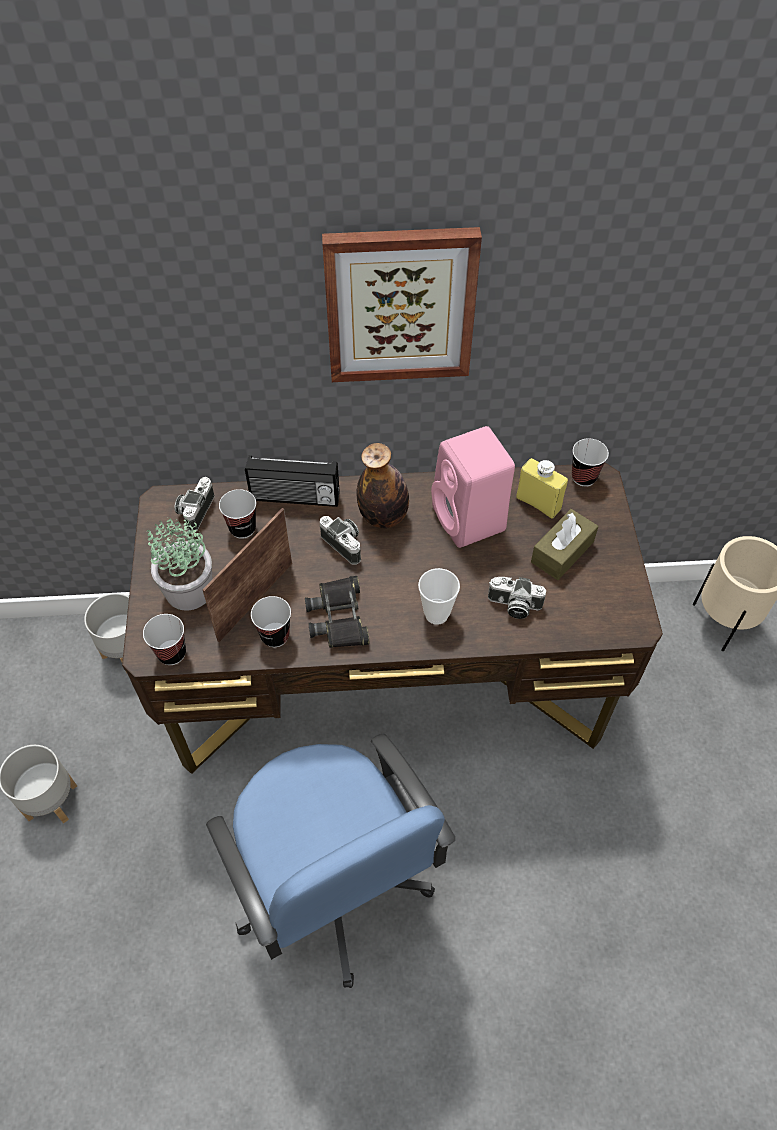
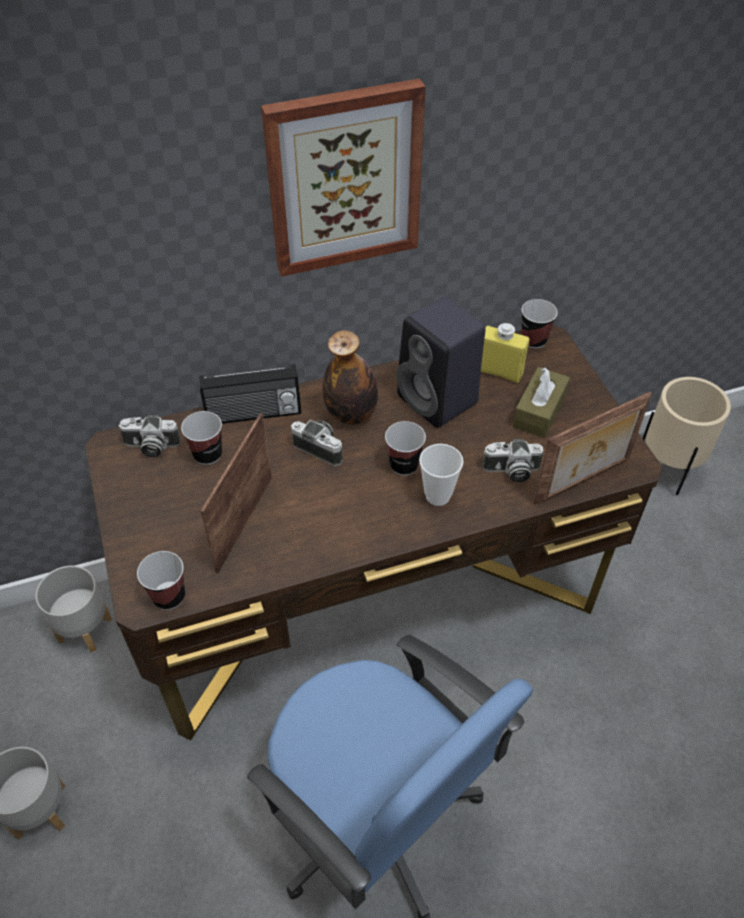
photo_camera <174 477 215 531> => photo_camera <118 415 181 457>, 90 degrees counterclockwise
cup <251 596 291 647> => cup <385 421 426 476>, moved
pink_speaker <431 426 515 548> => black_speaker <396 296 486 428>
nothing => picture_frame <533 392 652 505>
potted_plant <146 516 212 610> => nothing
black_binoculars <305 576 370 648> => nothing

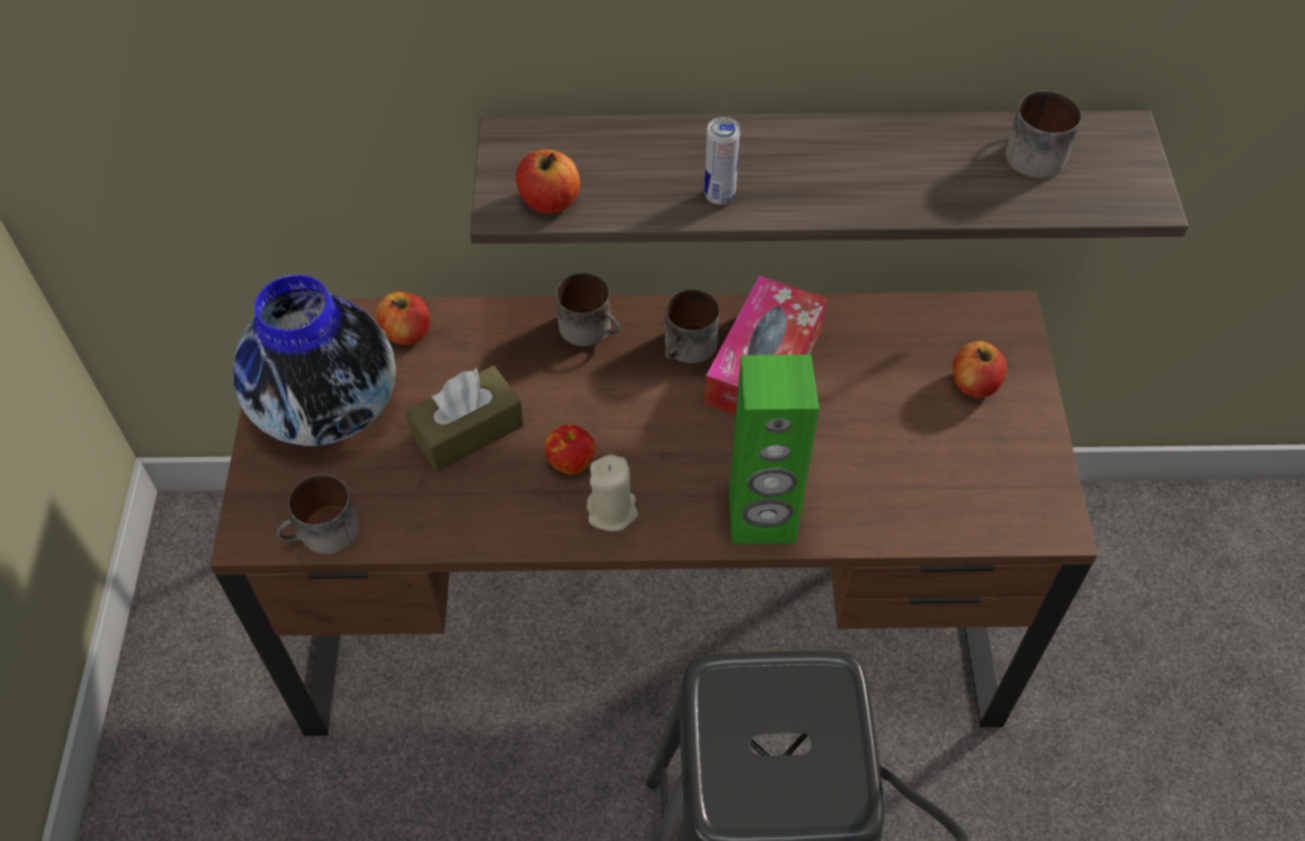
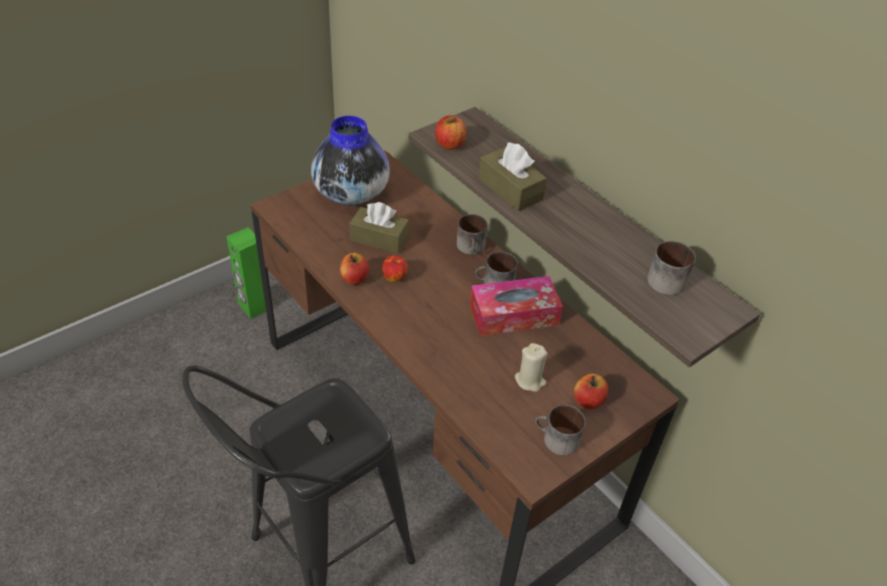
green_speaker <729 355 819 544> => green_speaker <226 227 266 319>, moved
apple <376 292 430 345> => apple <340 253 369 285>, moved
can <704 117 740 205> => brown_tissue_box <479 142 547 211>
beige_candle <587 455 638 531> => beige_candle <515 343 547 392>, moved
mug <277 474 359 554> => mug <535 405 585 455>, moved

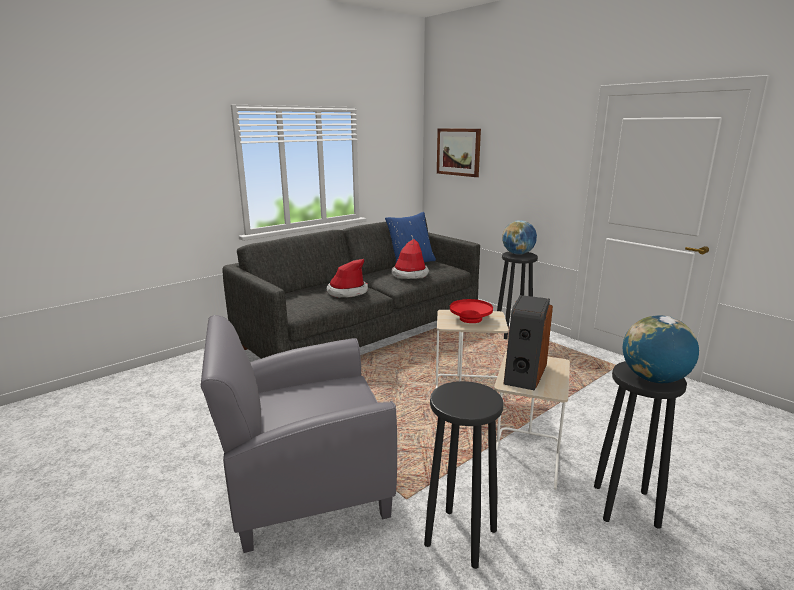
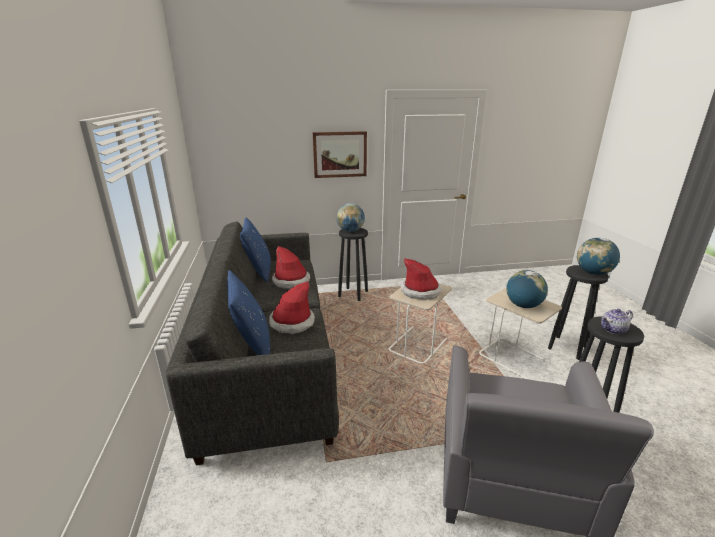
nothing => blue_pillow <227 270 270 355>
picture <437 128 481 177> => picture <313 131 367 178>, moved
red_bowl <450 299 493 323> => hat <401 258 442 300>
speaker <504 295 553 391> => globe <506 270 548 308>
nothing => teapot <601 309 633 334>

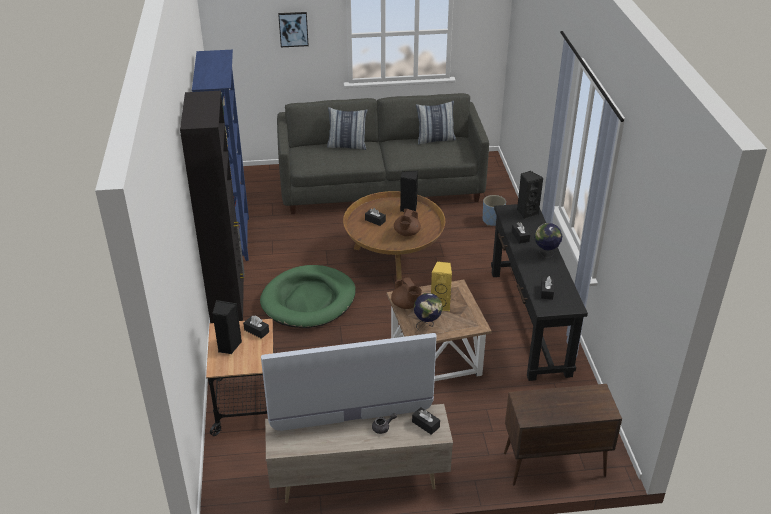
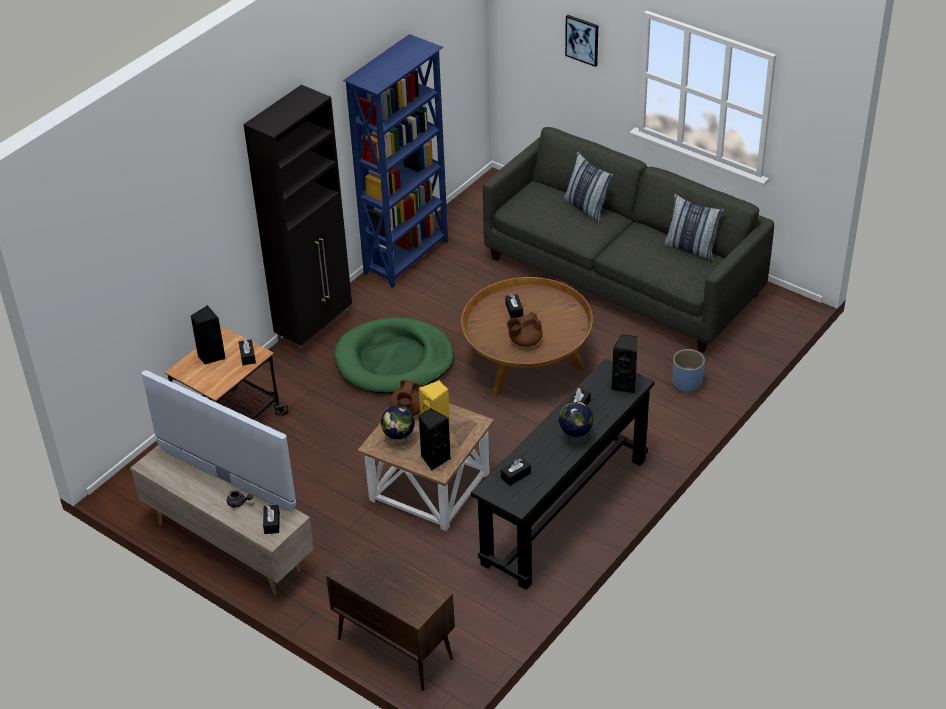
black_speaker <400 171 418 212> => black_speaker <418 408 451 470>, moved

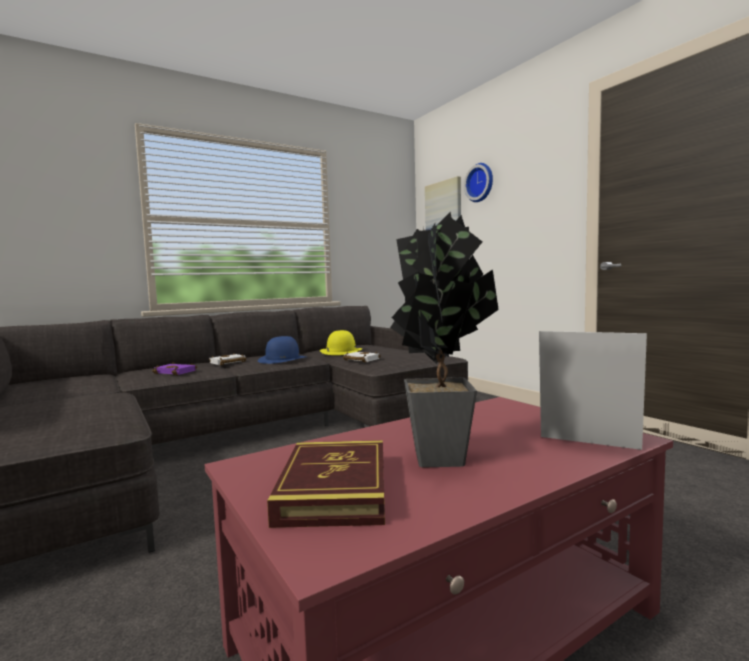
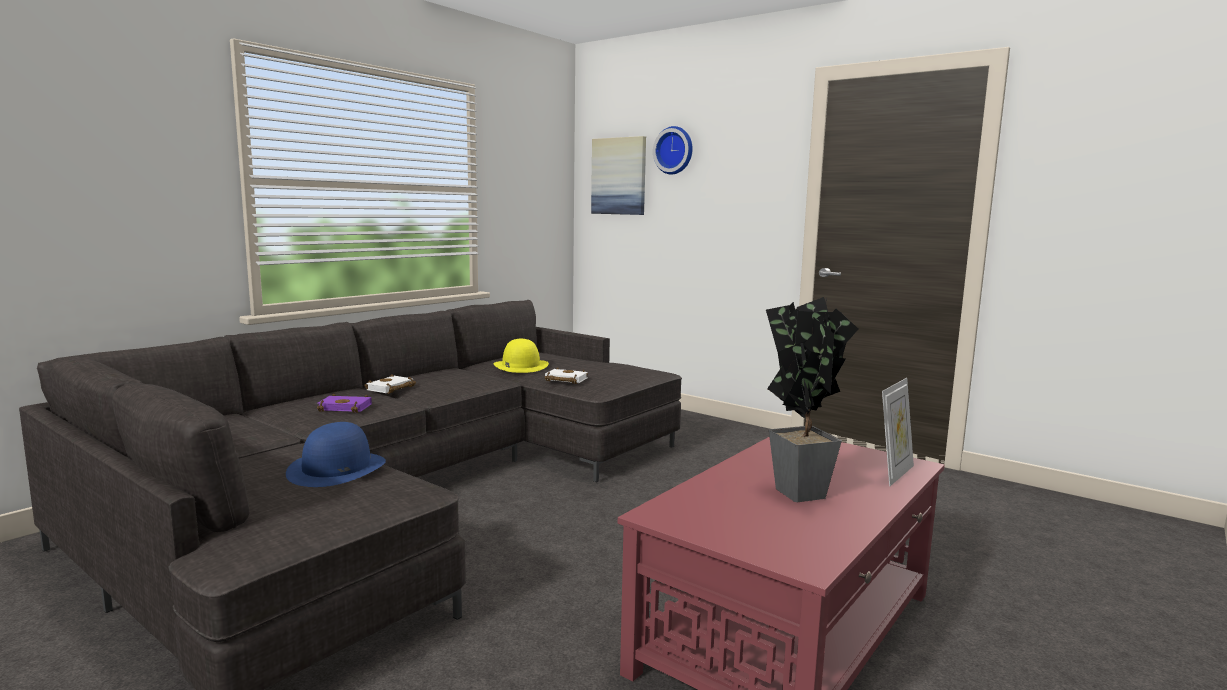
blue_hat <258 336 306 364> => blue_hat <286 422 386 487>, moved
picture_frame <539 331 647 450> => picture_frame <882 378 914 486>, 120 degrees clockwise
book <267 440 385 528> => nothing

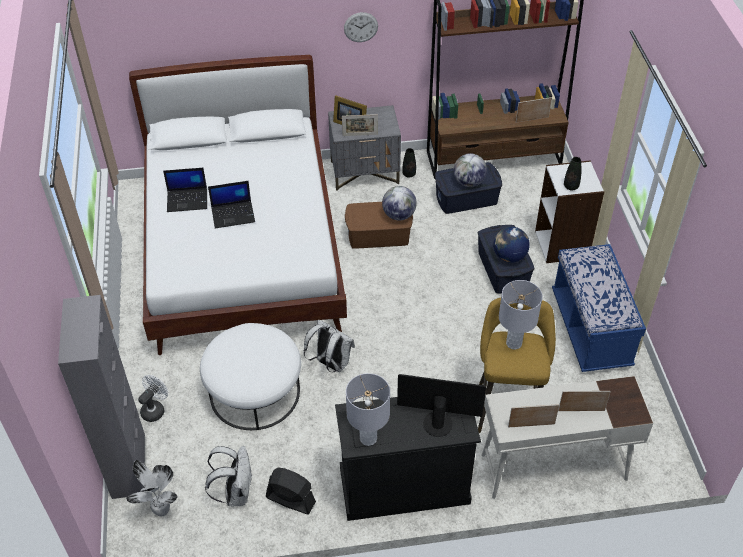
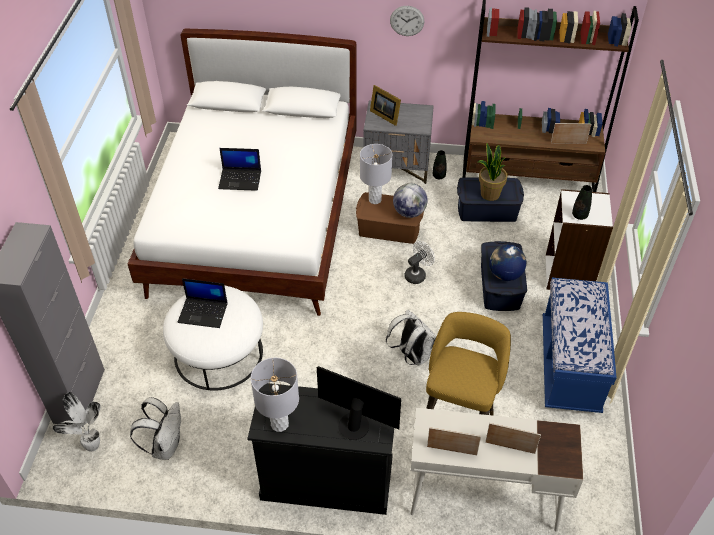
laptop <163 168 207 212> => laptop <178 278 228 328>, moved
grey_table_lamp <499 280 542 350> => grey_table_lamp <360 144 392 204>, moved
white_backpack <303 319 355 372> => white_backpack <386 309 437 366>, moved
white_fan <138 375 168 422> => white_fan <404 241 435 284>, moved
globe <453 153 487 187> => potted_plant <478 143 507 201>
black_fan <266 468 316 514> => nothing
picture_frame <342 114 378 136> => nothing

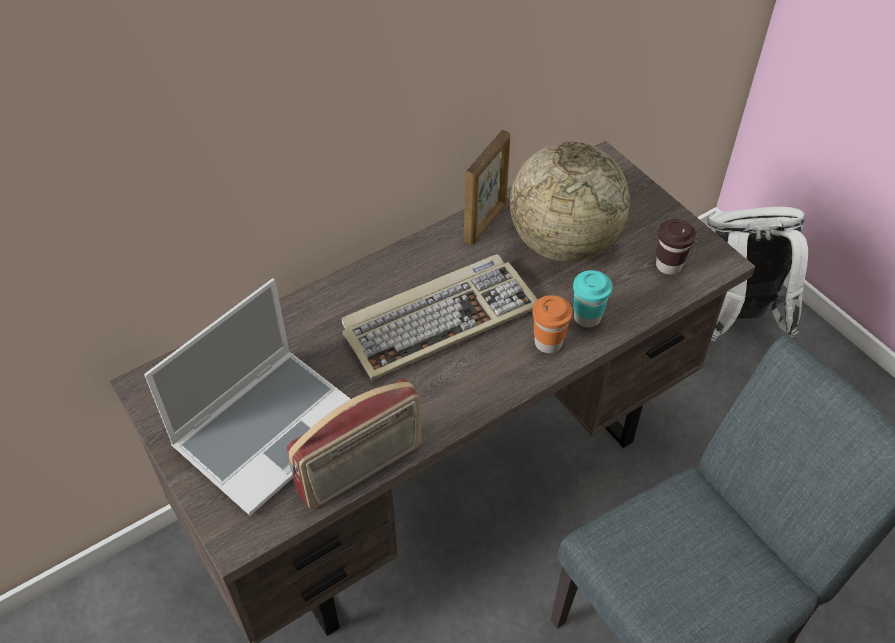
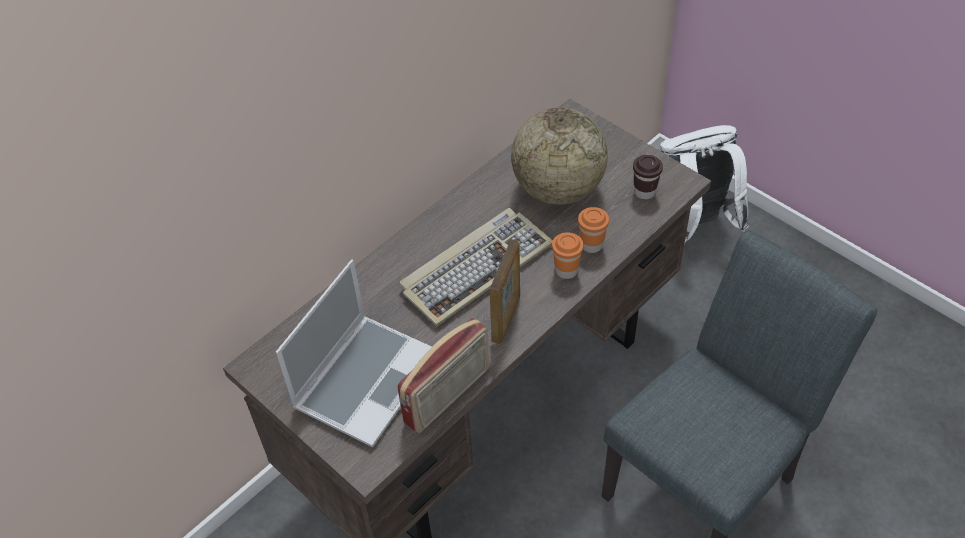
picture_frame <464 130 510 245> => picture_frame <490 239 520 344>, moved
turquoise_cup <573 270 613 327> => orange_cup <578 207 609 253>

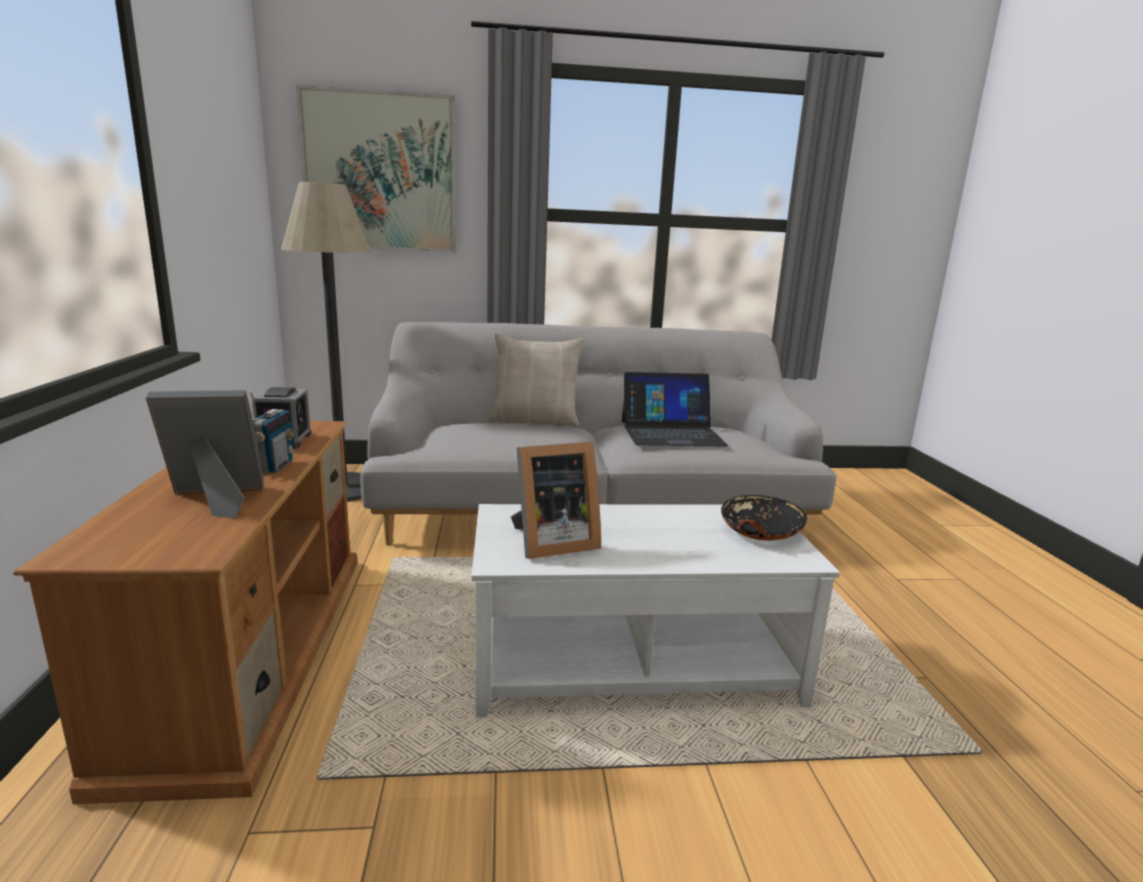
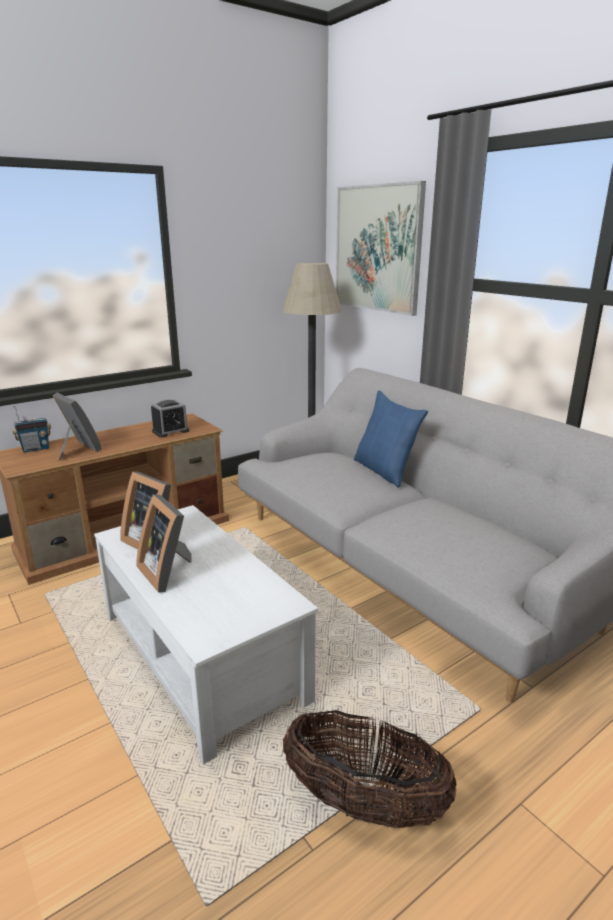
radio <249 391 294 473> => radio <12 406 51 452>, moved
nothing => picture_frame <137 494 192 593>
nothing => basket <283 710 456 828>
beige_pillow <489 333 584 427> => blue_pillow <354 391 428 488>
laptop <622 372 728 446> => nothing
black_bowl <721 495 807 541> => nothing

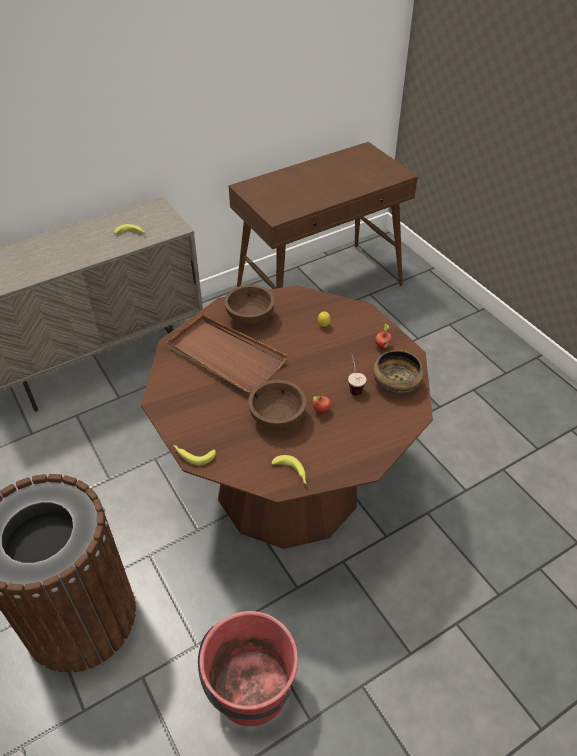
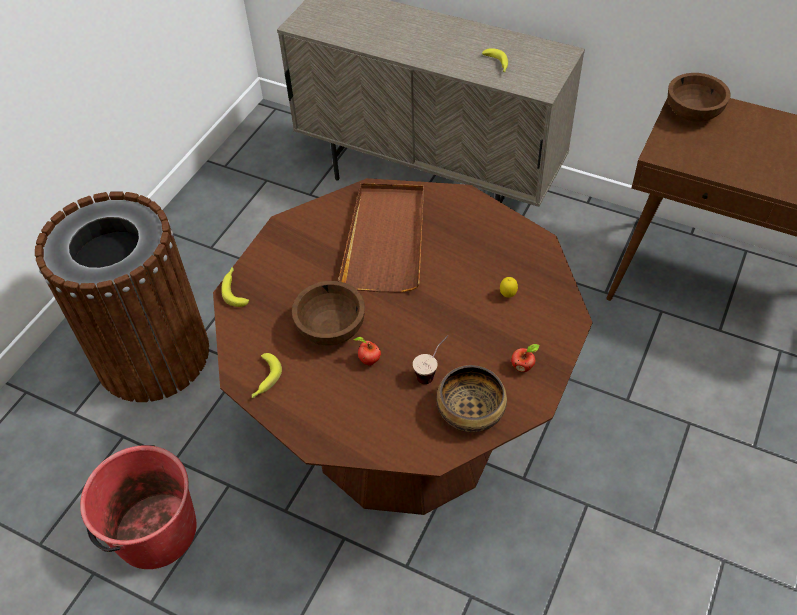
brown_bowl <224 285 275 326> => brown_bowl <668 73 731 122>, moved

